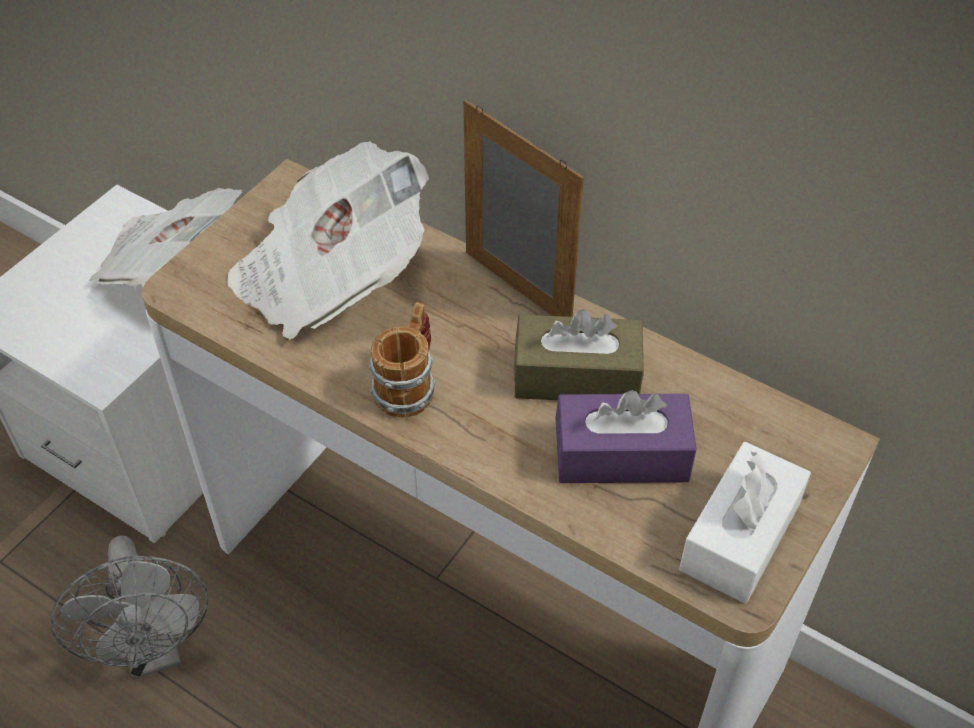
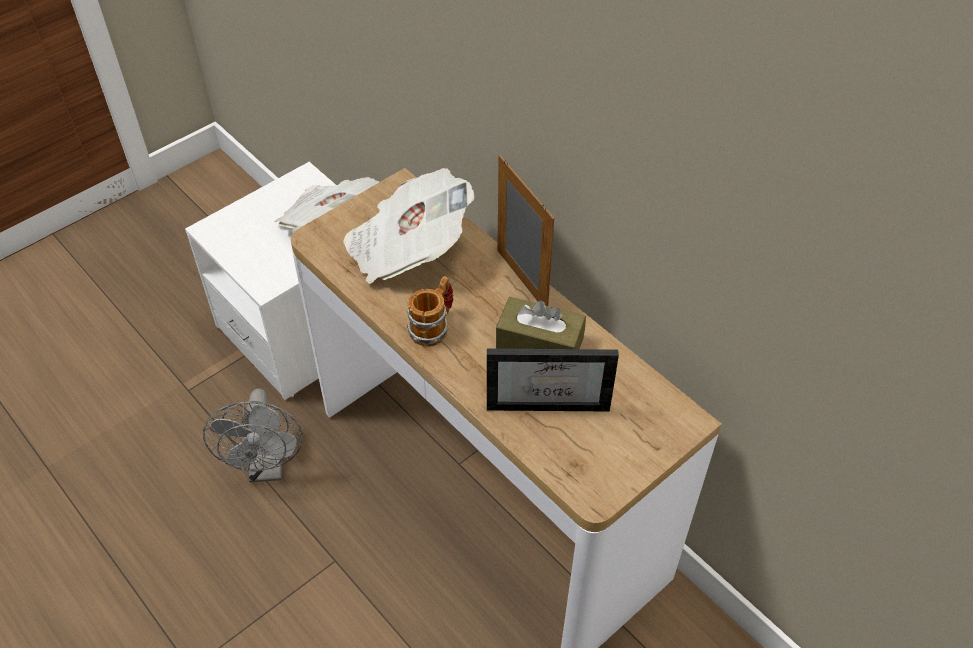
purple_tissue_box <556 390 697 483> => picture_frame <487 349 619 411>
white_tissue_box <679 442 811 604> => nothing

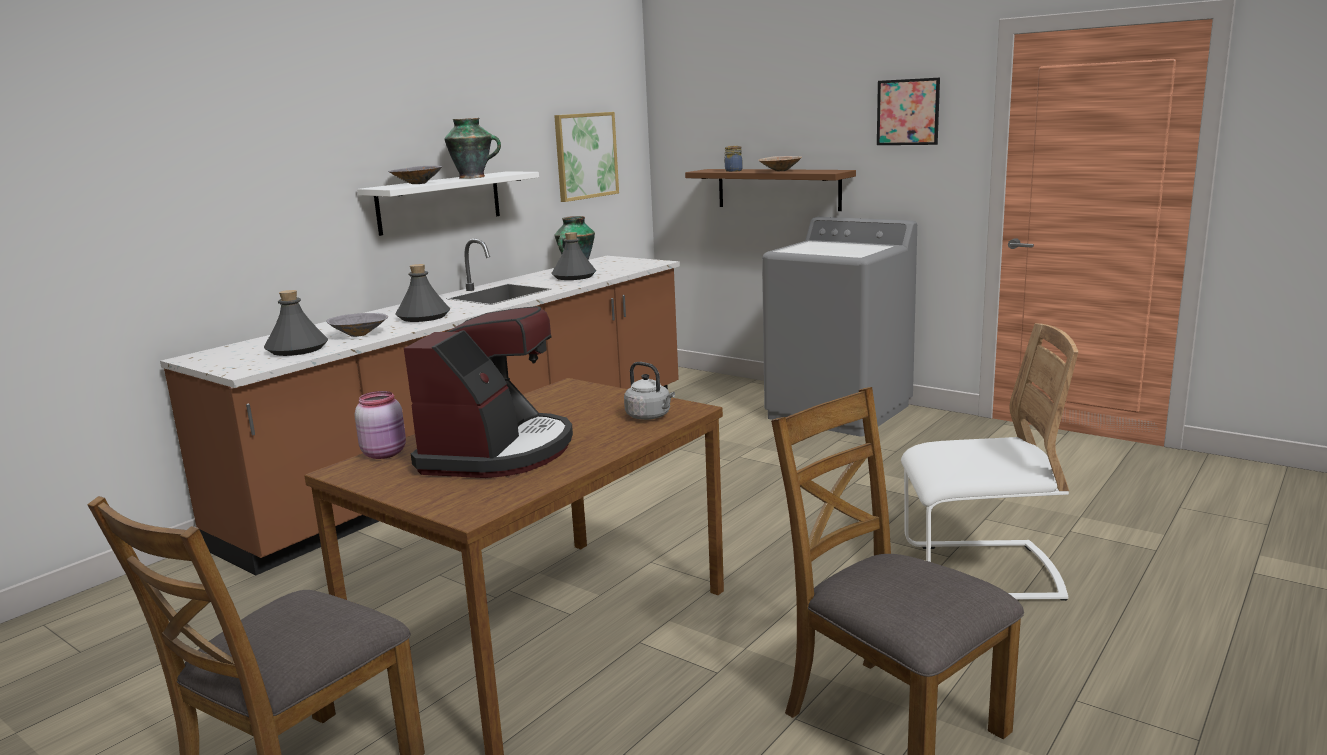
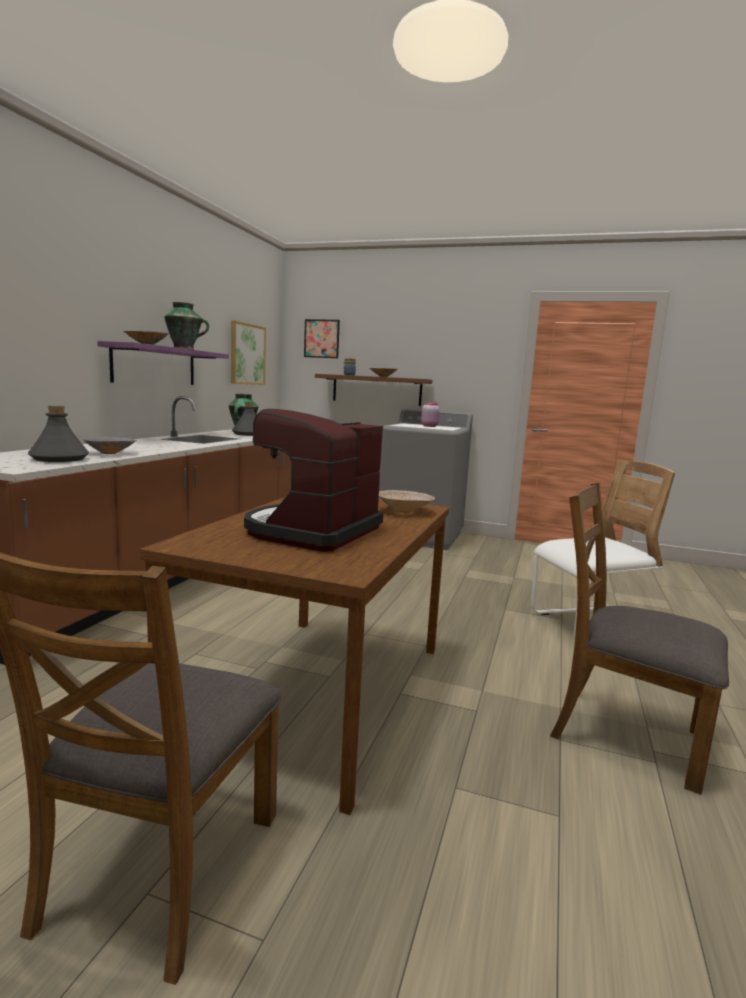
white_shelf <357 171 539 236> => purple_shelf <97 341 229 385>
coffee_machine <404 306 573 478> => coffee_machine <244 409 383 552>, 150 degrees counterclockwise
picture <877 78 940 145> => picture <304 319 340 358>, moved
grey_kettle <624 362 675 420> => beige_bowl <379 490 435 513>
pink_jar <355 391 406 459> => pink_jar <421 402 440 427>, moved
grey_bottle <395 264 450 322> => nothing

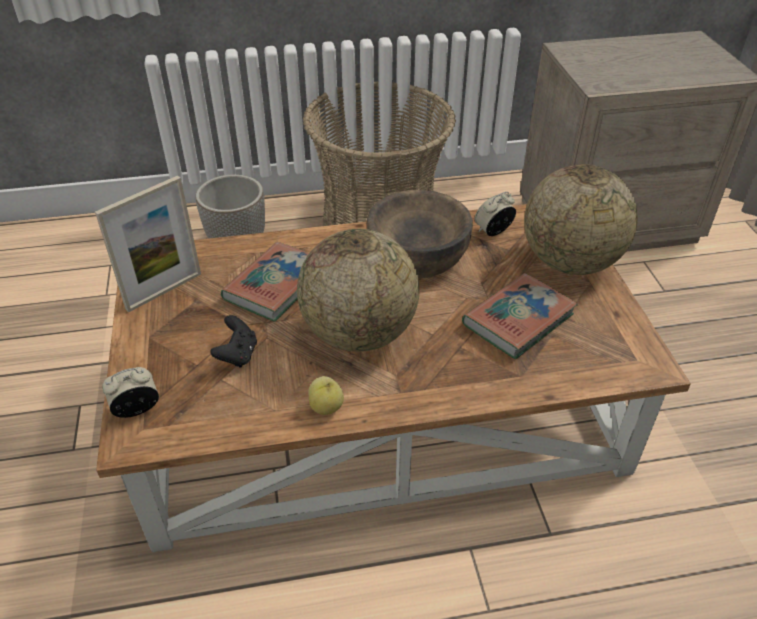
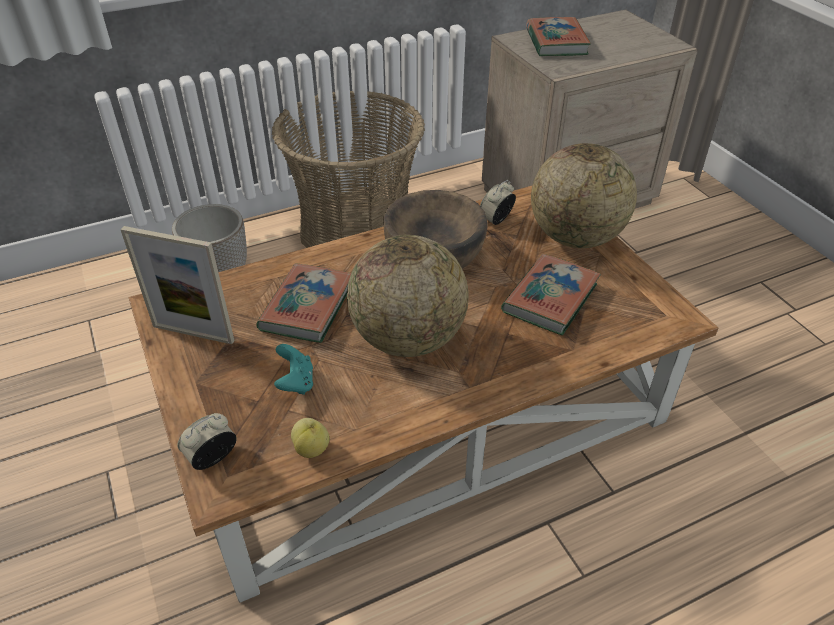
picture_frame <95 176 201 313> => picture_frame <120 226 235 344>, 75 degrees clockwise
black_game_controller <210 315 257 368> => turquoise_game_controller <274 344 313 395>
apple <308 376 344 415> => apple <291 418 330 458>, moved
nothing => book <526 17 591 56>

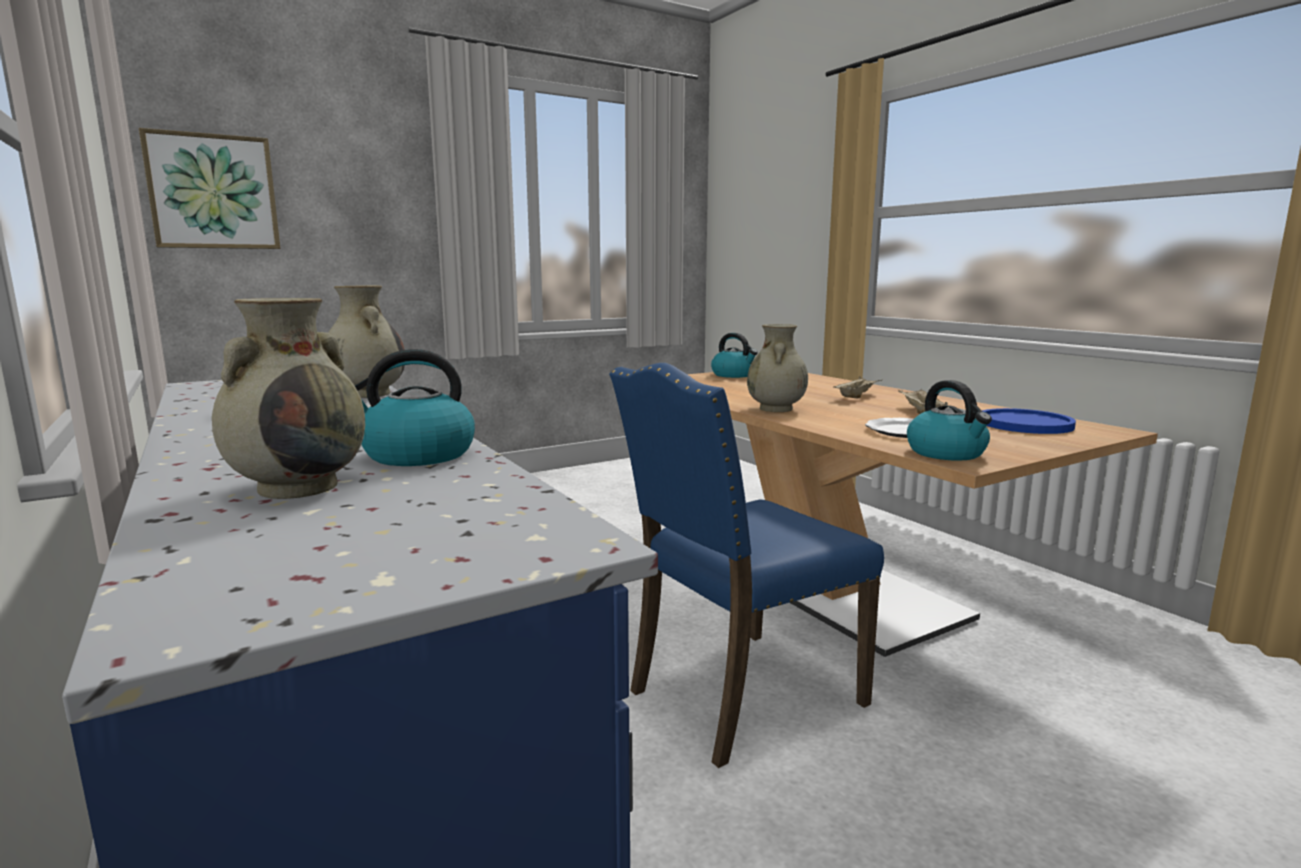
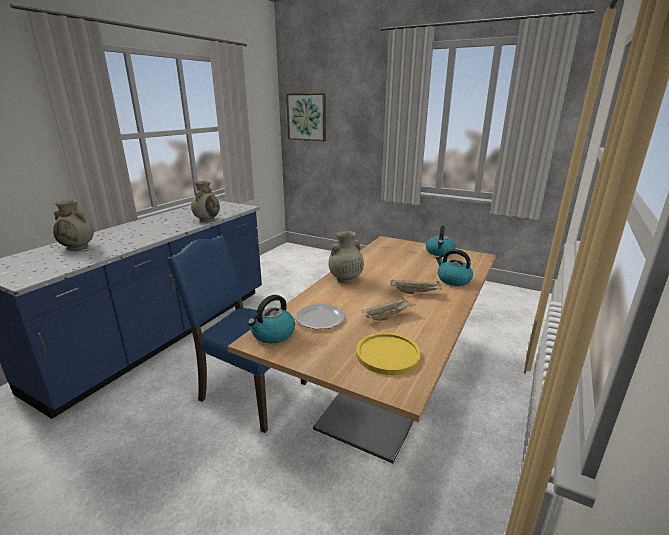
blue_plate <982 408 1076 434> => yellow_plate <356 333 421 375>
kettle <355 349 475 466> => kettle <436 249 473 286>, moved

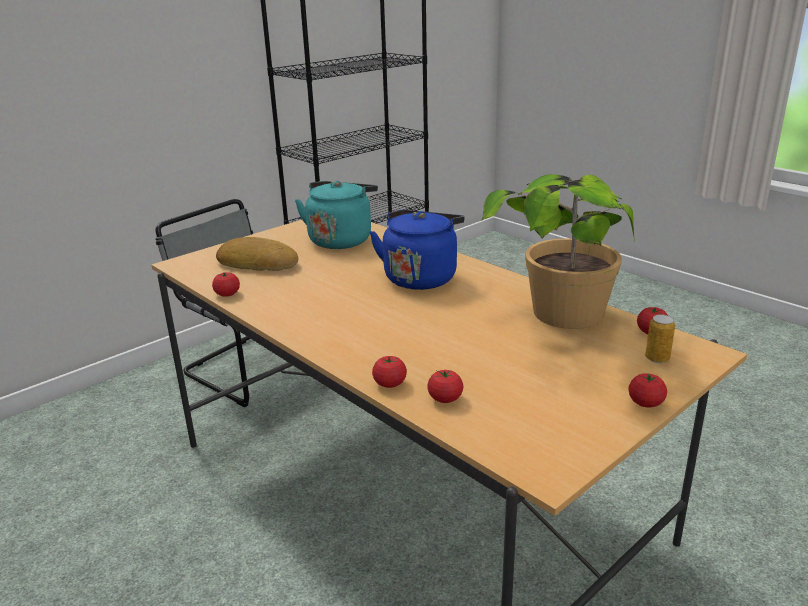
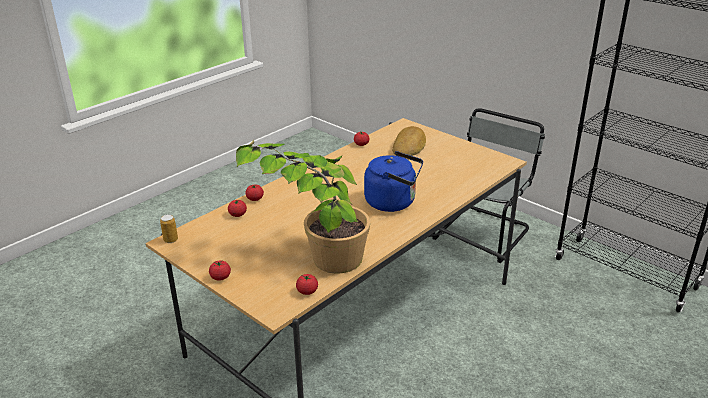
can <645 314 675 363> => can <160 214 178 243>, moved
turquoise_kettle <295 181 378 249> => nothing

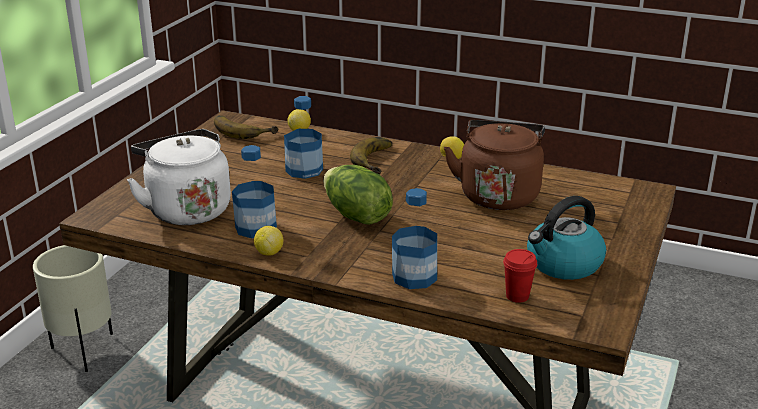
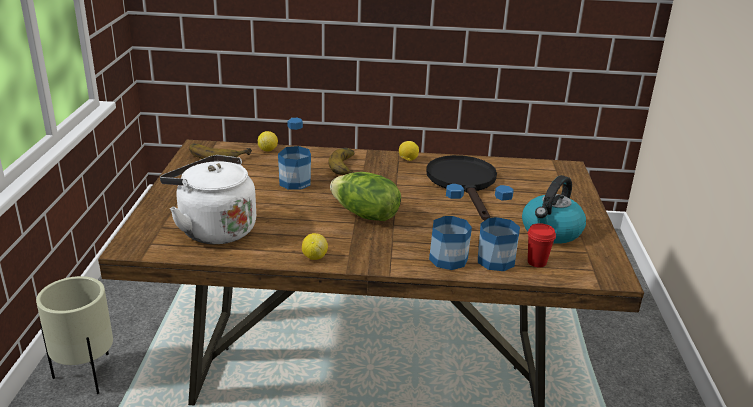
brown_kettle <444 120 545 210> => black_frying_pan <427 155 497 220>
bottle <232 145 277 238> => bottle <478 185 520 271>, moved

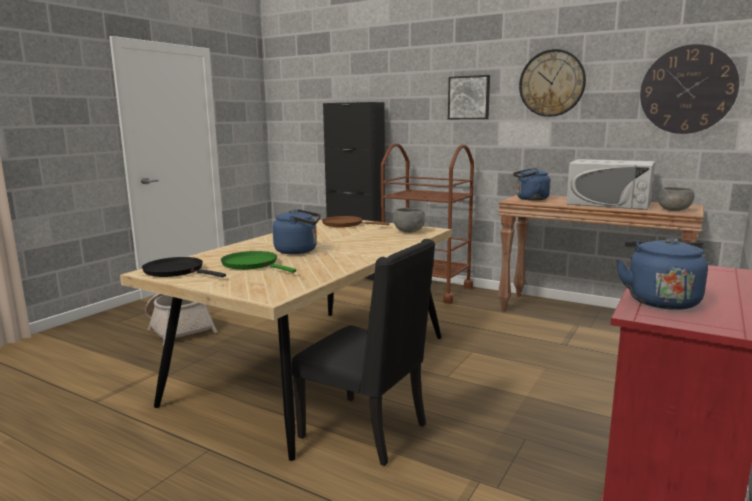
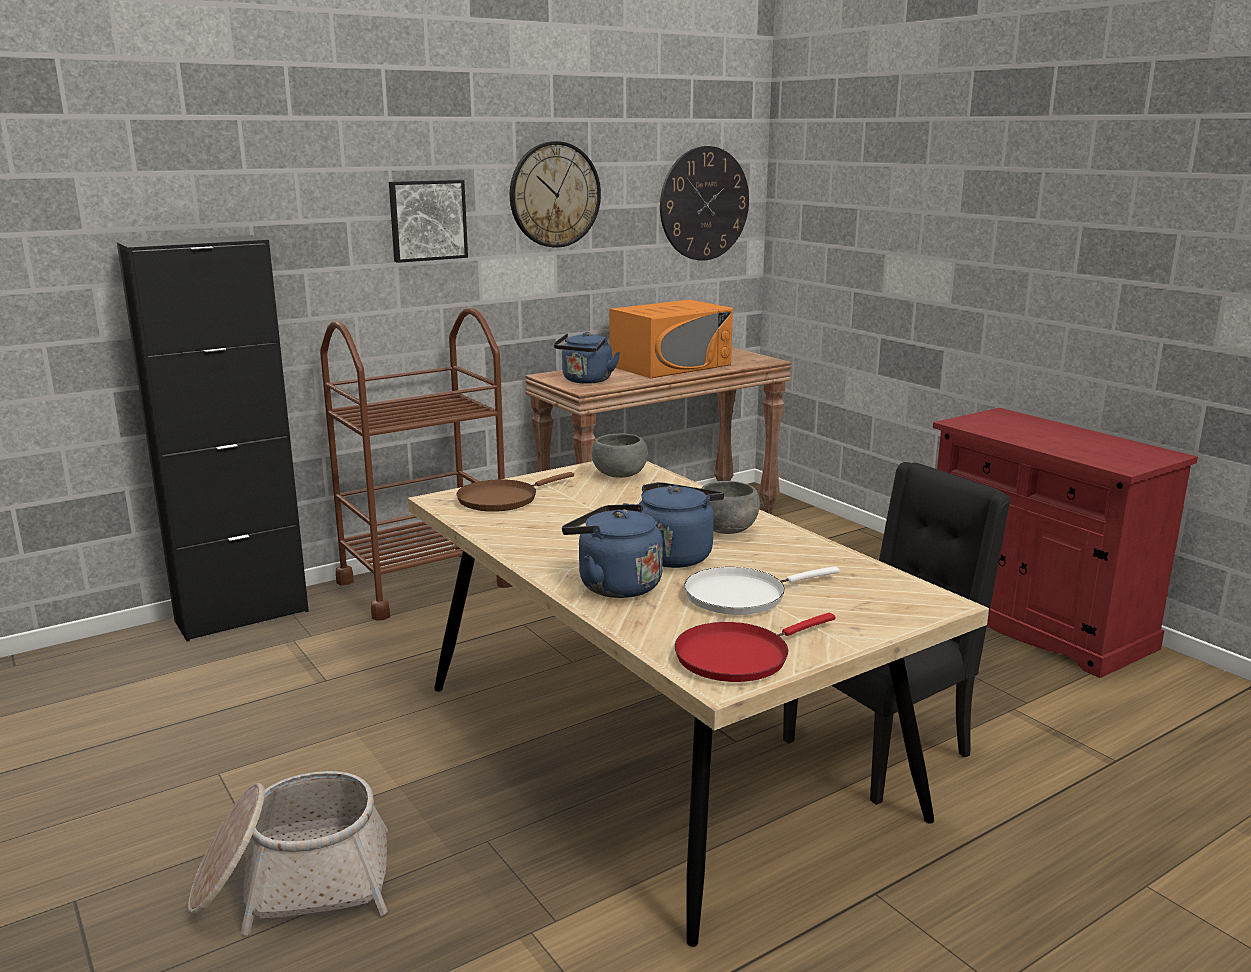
blue_kettle <616 237 708 310> => blue_kettle <562 504 663 598>, moved
white_microwave <566 159 655 210> => orange_microwave <610 299 733 378>
black_frying_pan <142 257 226 277> => red_frying_pan <675 613 835 682>
green_frying_pan <221 251 296 273> => white_frying_pan <684 566 840 615>
grey_bowl <658 187 695 211> => grey_bowl <701 481 760 534>, moved

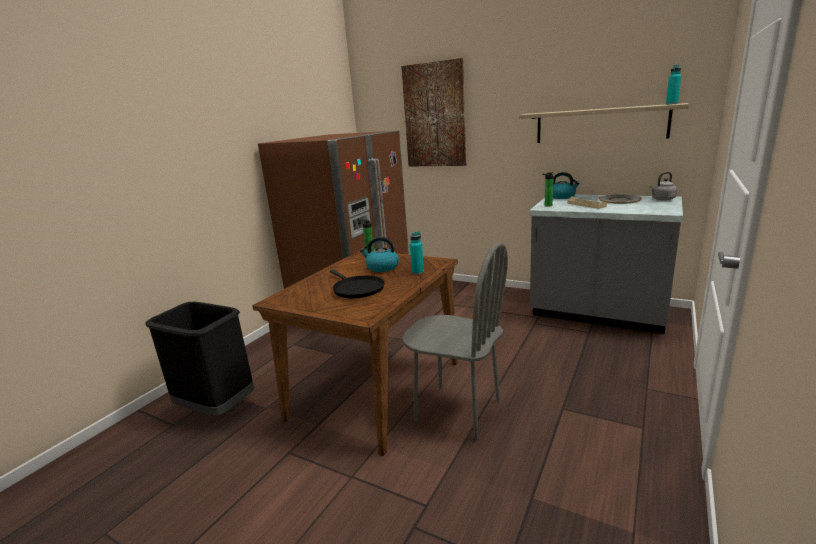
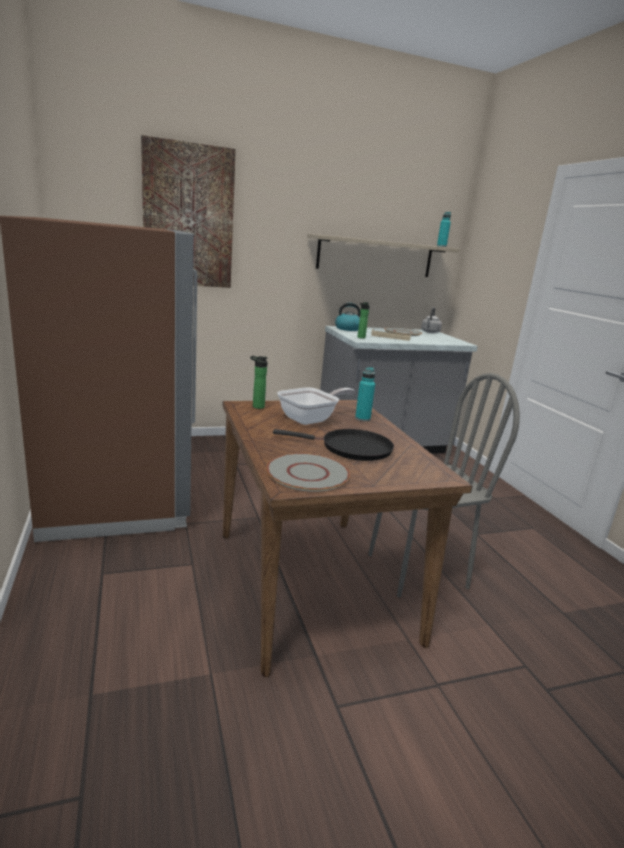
nothing => grey_plate <266 453 350 492>
kettle <360 237 399 272> => frying_pan <277 387 355 425>
black_trash_can <145 302 254 415> => nothing

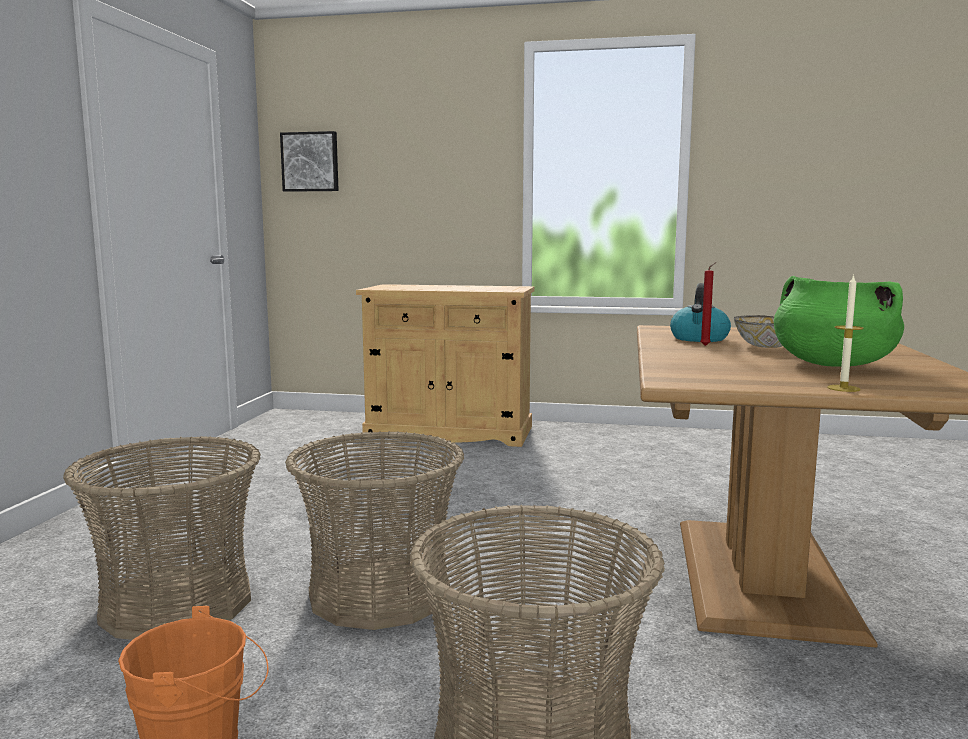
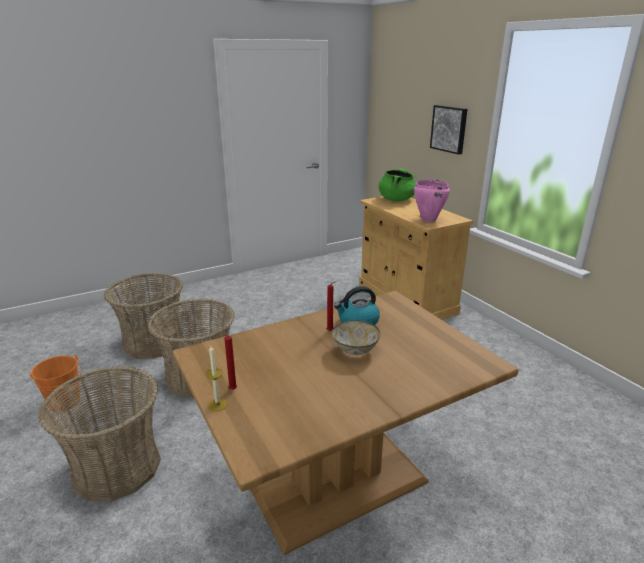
nothing => red_candle <223 329 237 390>
green_cooking_pot <774 276 904 367> => green_cooking_pot <379 168 416 201>, moved
nothing => pink_cooking_pot <414 179 450 222>
picture <280 131 339 192> => picture <430 105 467 155>, moved

